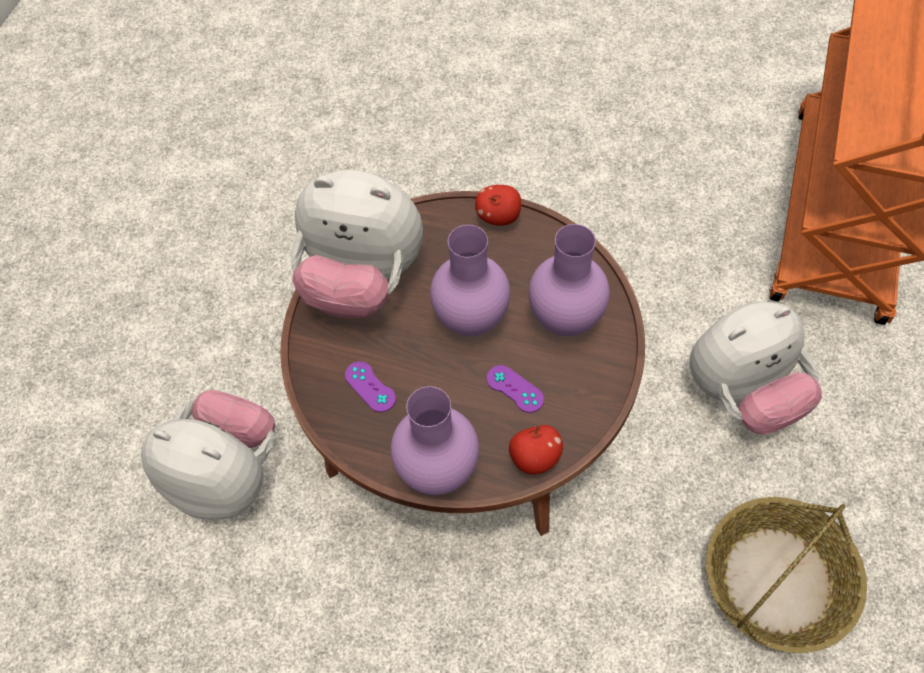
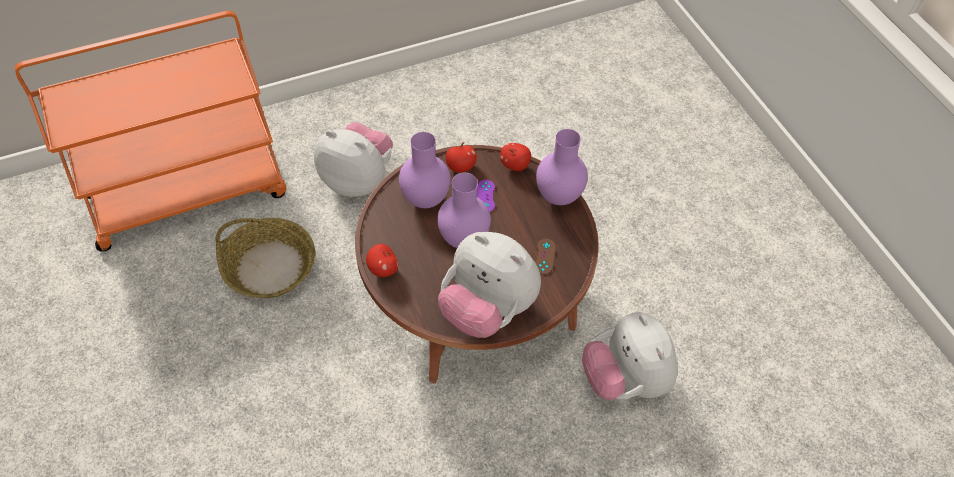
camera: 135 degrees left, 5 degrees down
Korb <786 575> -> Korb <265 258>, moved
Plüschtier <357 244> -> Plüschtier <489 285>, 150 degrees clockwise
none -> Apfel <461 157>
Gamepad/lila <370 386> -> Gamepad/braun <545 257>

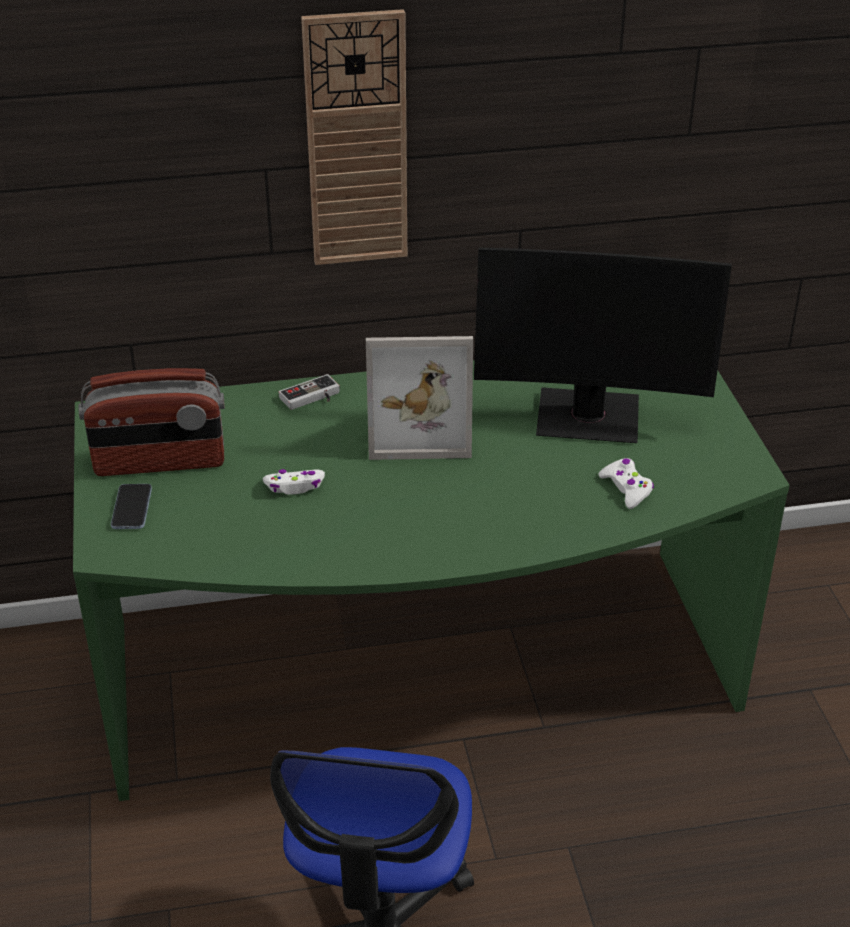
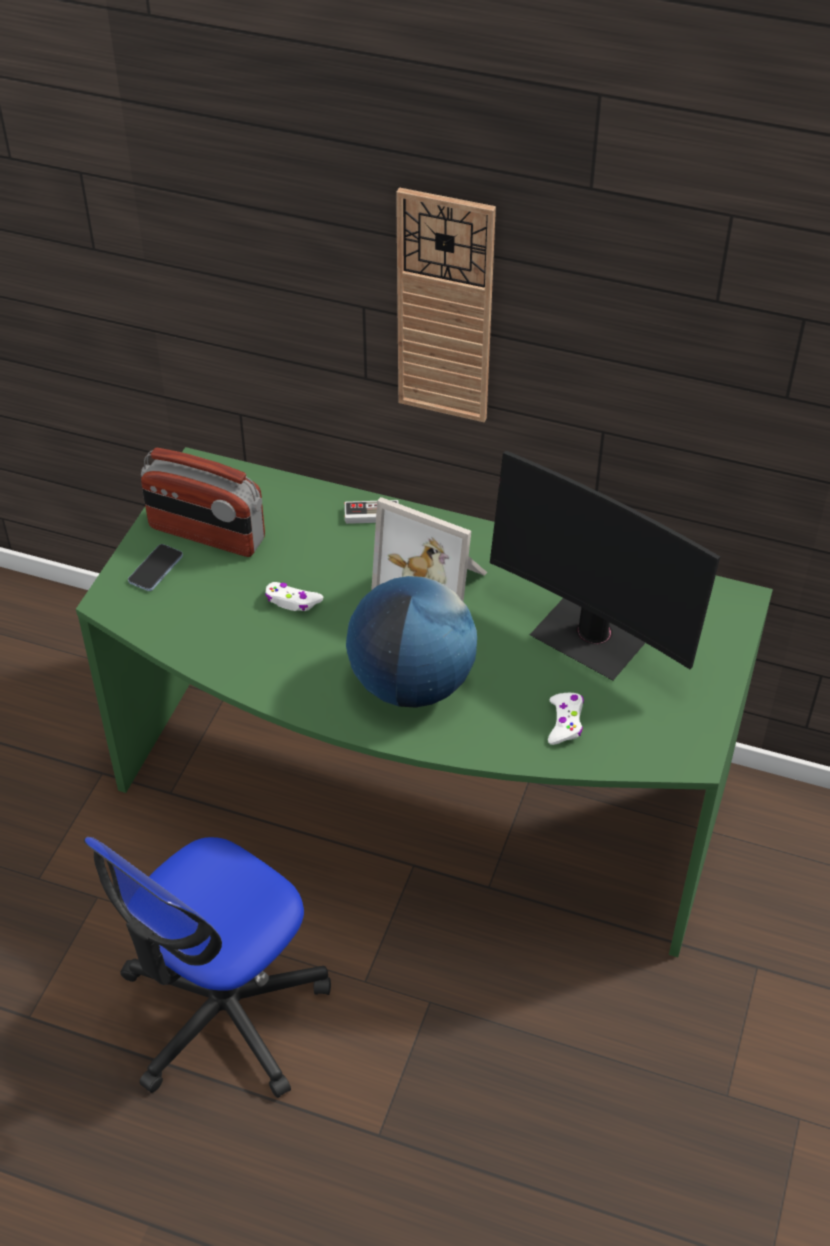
camera: 30 degrees right, 10 degrees up
none -> Globus <411 642>

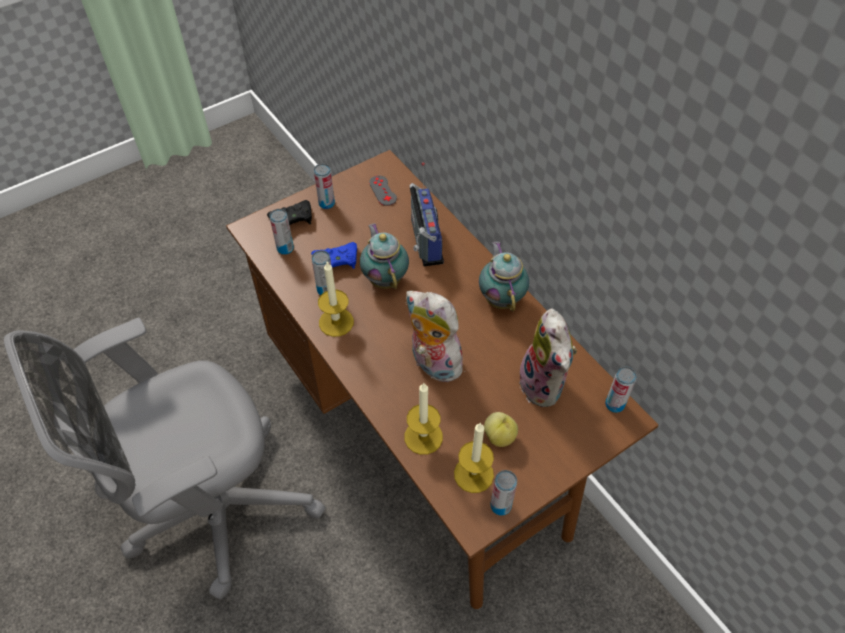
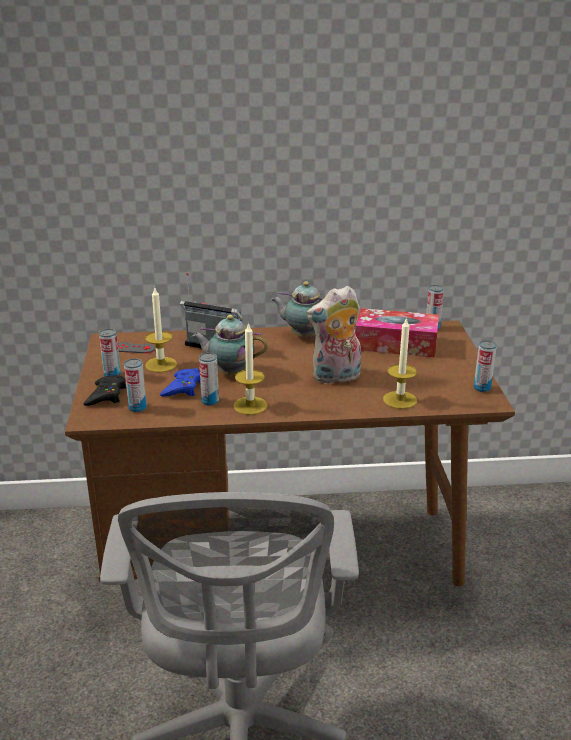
camera: 60 degrees left, 25 degrees down
Kerze <474 458> -> Kerze <161 330>, moved
Plüschtier <548 357> -> Taschentuchbox <397 332>
Apfel <501 429> -> none

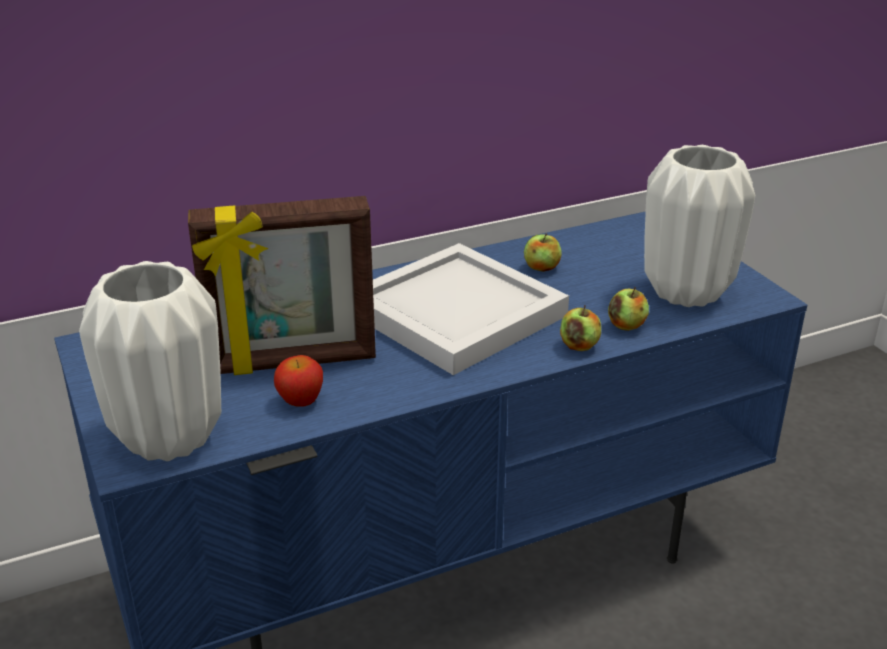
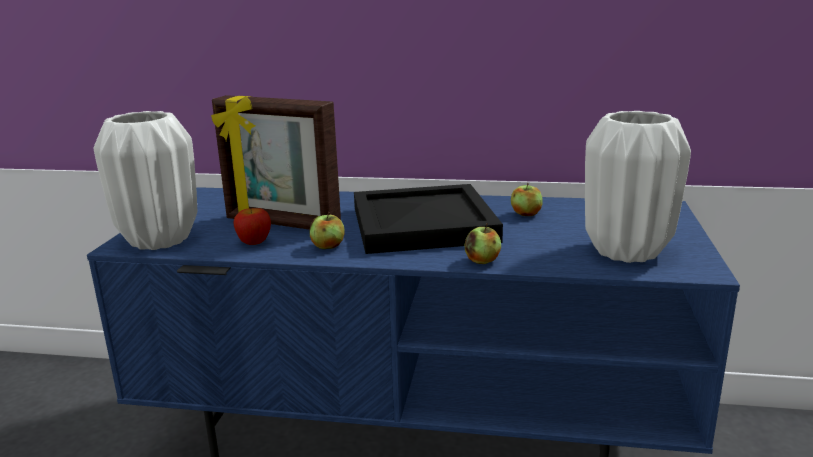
camera: 35 degrees right, 10 degrees down
Apfel <628 309> -> Apfel <327 230>, moved
Tablett/weiß <471 309> -> Tablett/schwarz <428 219>

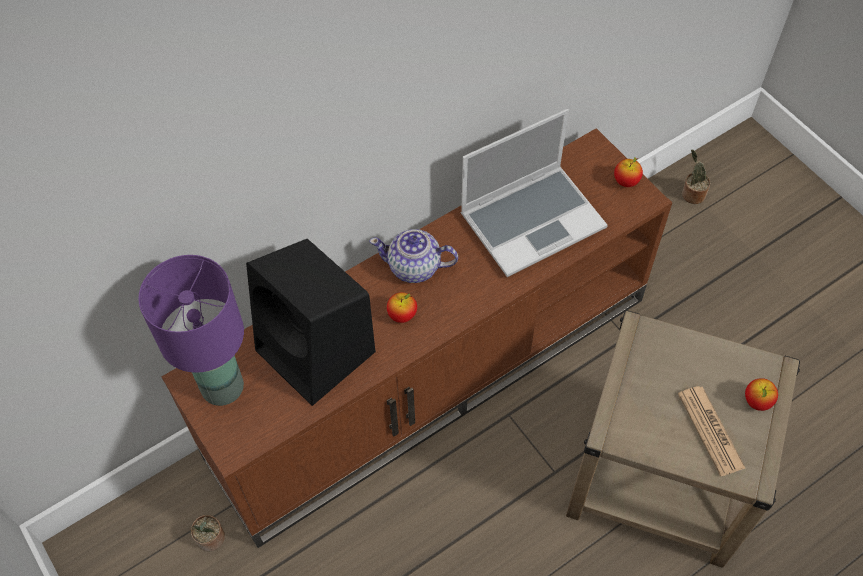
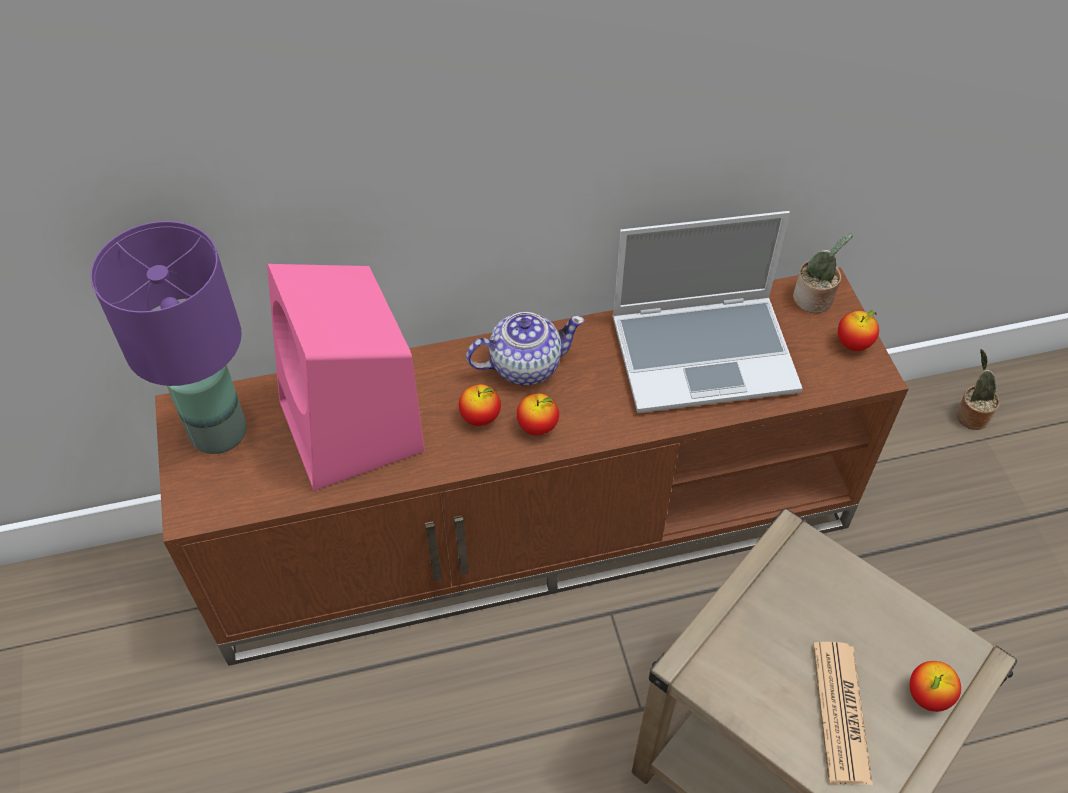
camera: 20 degrees right, 5 degrees down
Lautsprecher/schwarz <311 322> -> Lautsprecher/rosa <346 377>
Teekanne <413 256> -> Teekanne <525 348>, 135 degrees clockwise
none -> Apfel <538 414>
Topfpflanze <208 533> -> Topfpflanze <823 273>, moved

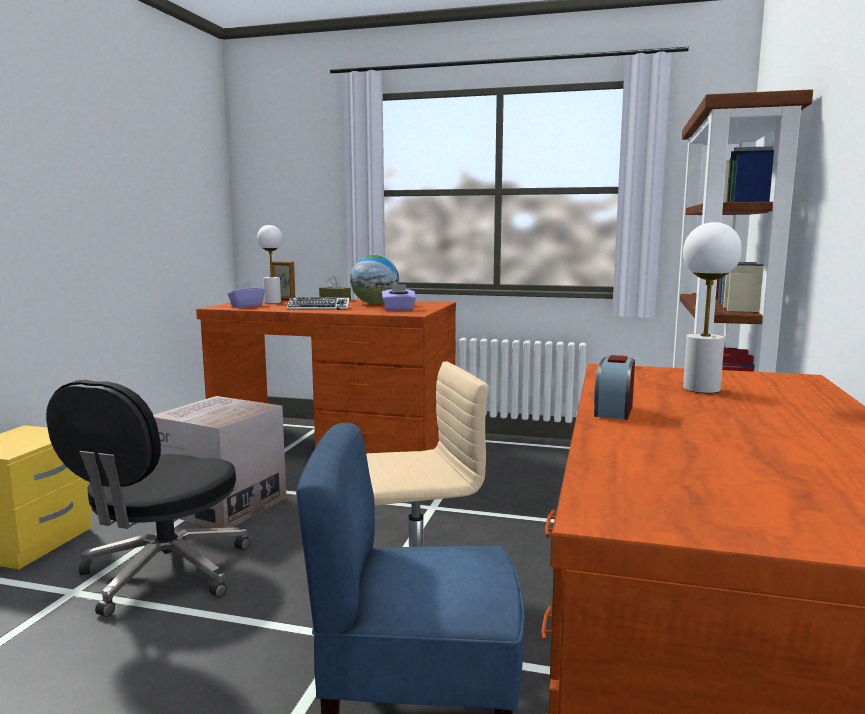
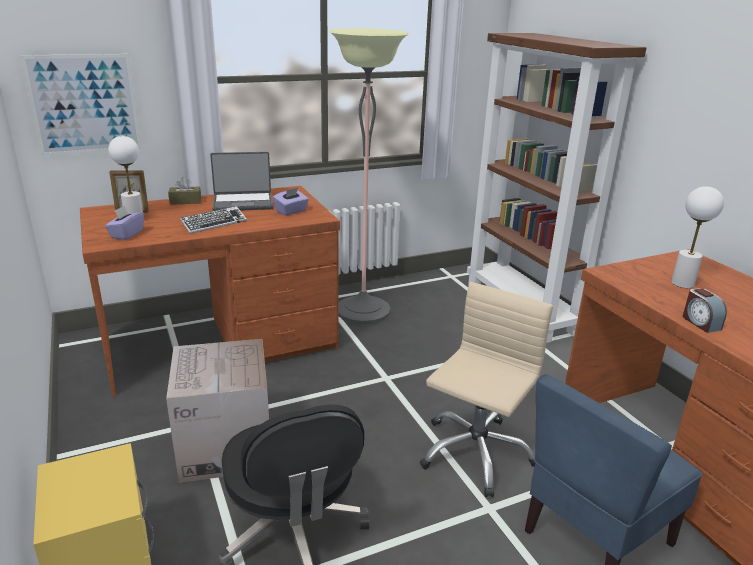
camera: 40 degrees left, 15 degrees up
none -> Bild <81 105>
Globus <374 279> -> Laptop <241 181>
none -> Stehlampe <369 176>

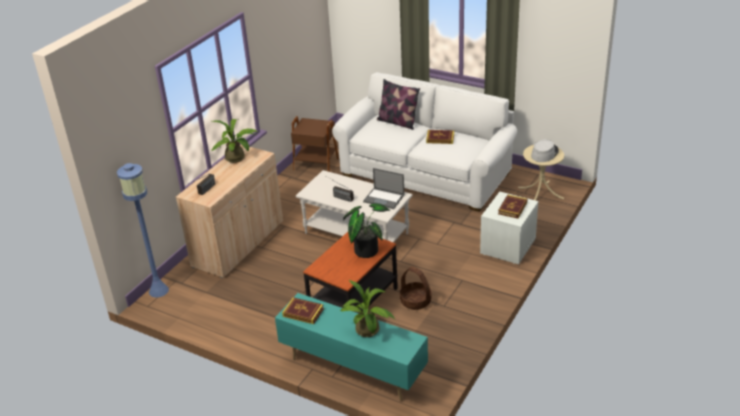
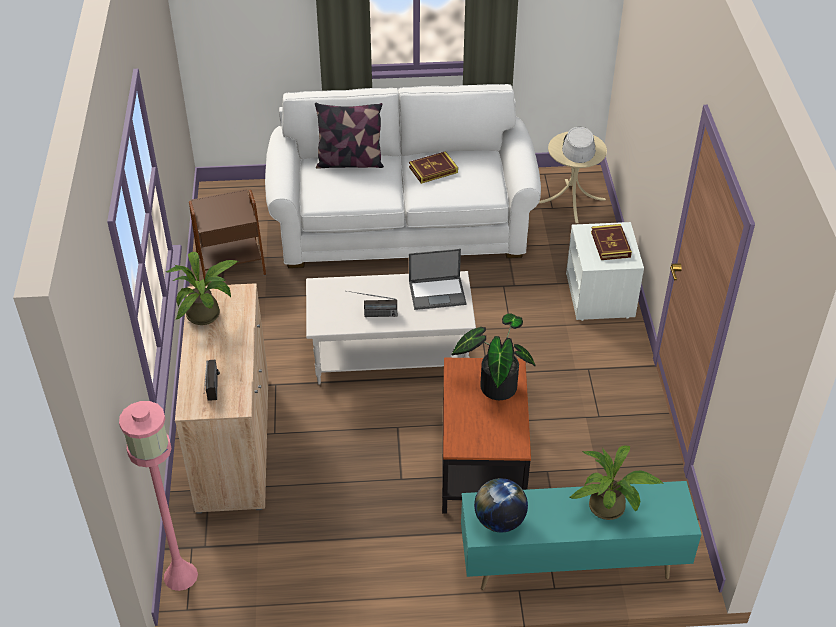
camera: 35 degrees left, 10 degrees up
Stehlampe/blau <143 230> -> Stehlampe/rosa <158 496>
Buch <303 310> -> Globus <501 505>
Korb <416 288> -> none

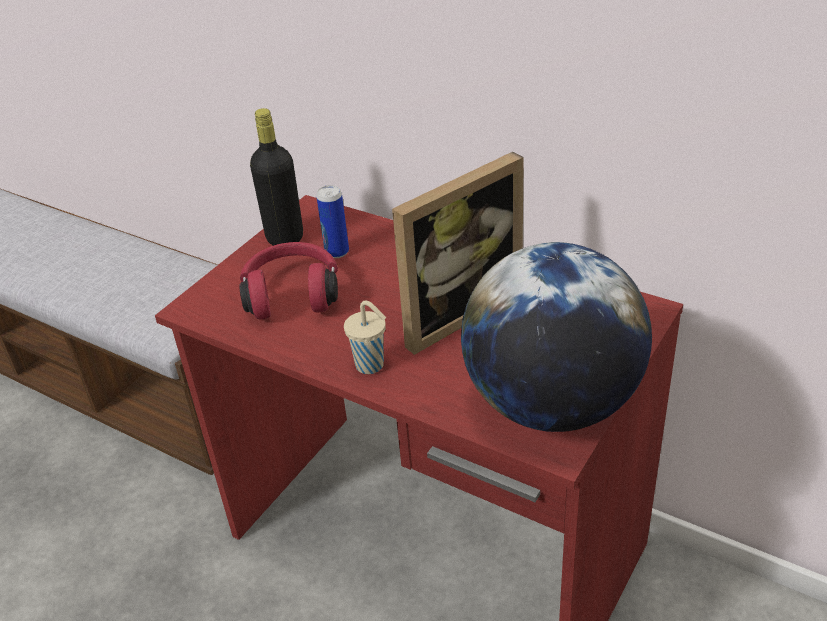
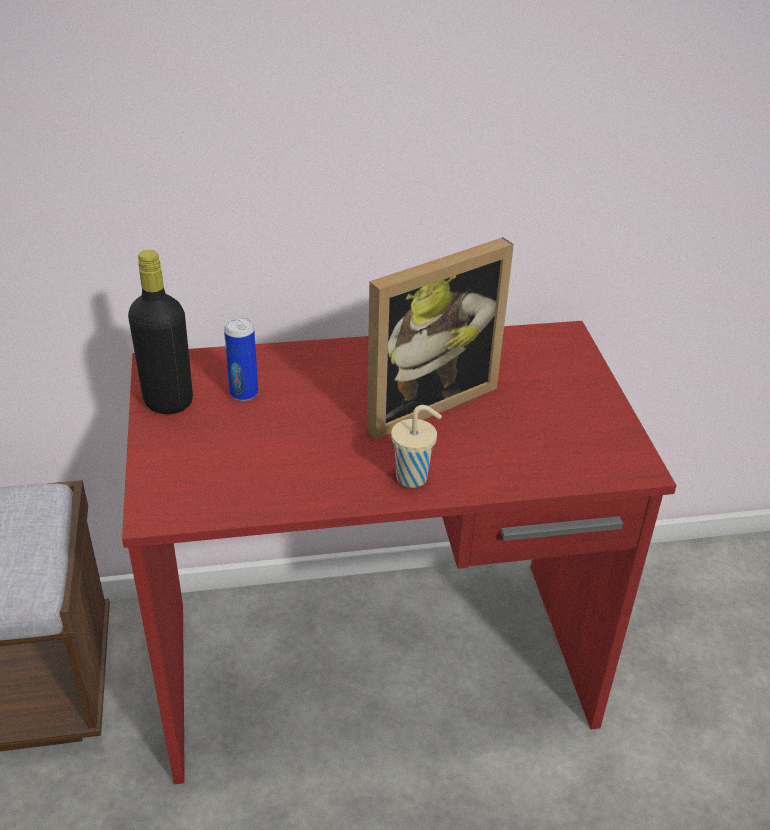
camera: 45 degrees left, 0 degrees up
Bilderrahmen <458 253> -> Bilderrahmen <440 338>, 45 degrees clockwise
Kopfhörer/rot <288 280> -> none
Globus <556 337> -> none

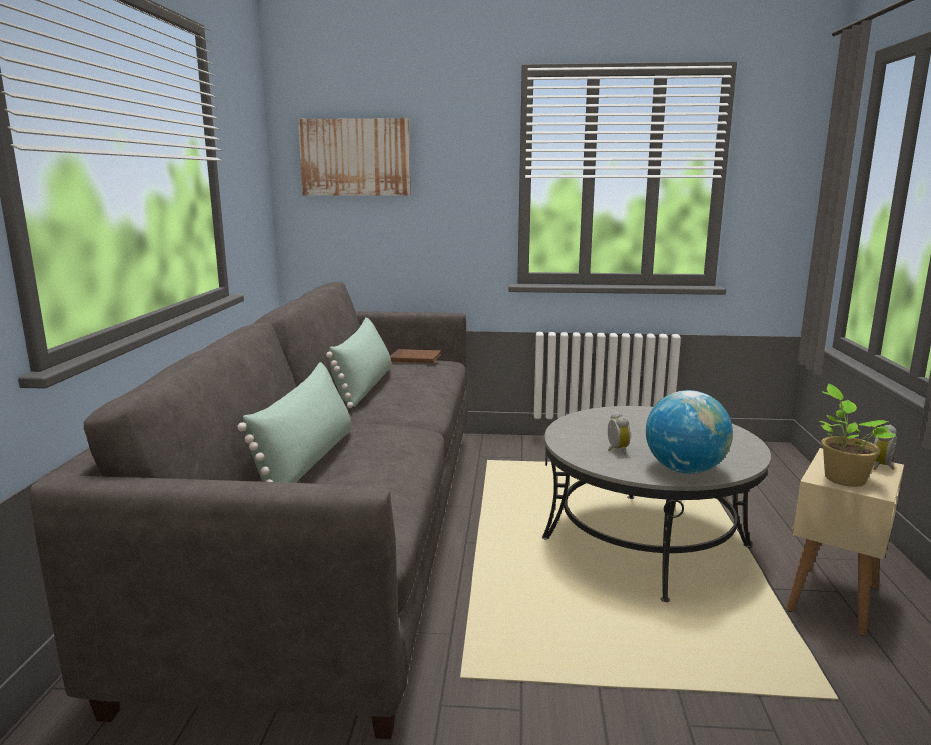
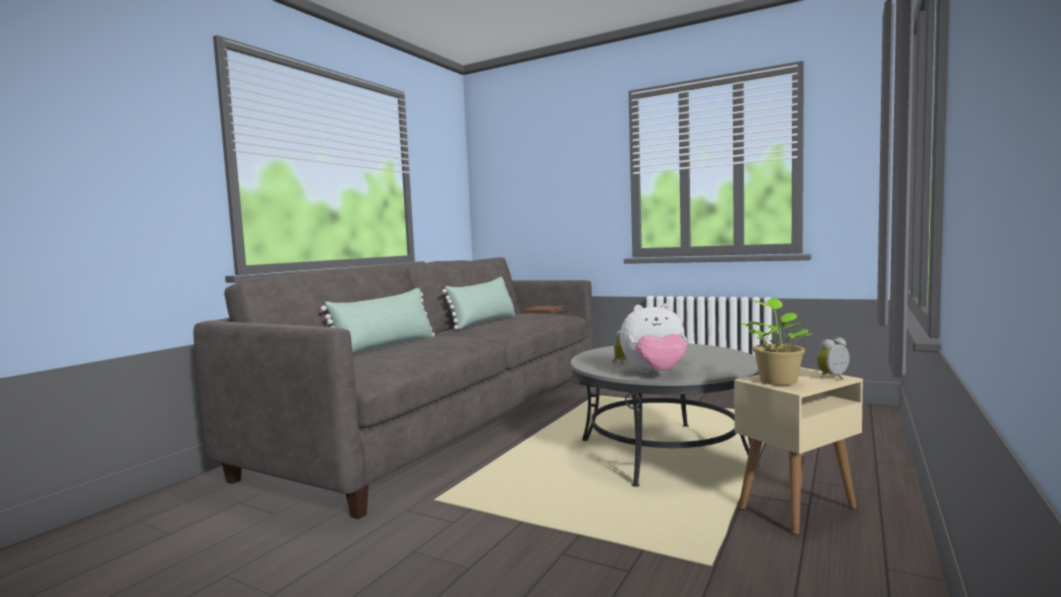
camera: 25 degrees right, 10 degrees down
Globus <689 432> -> Plüschtier <653 338>
Bild <354 157> -> none

